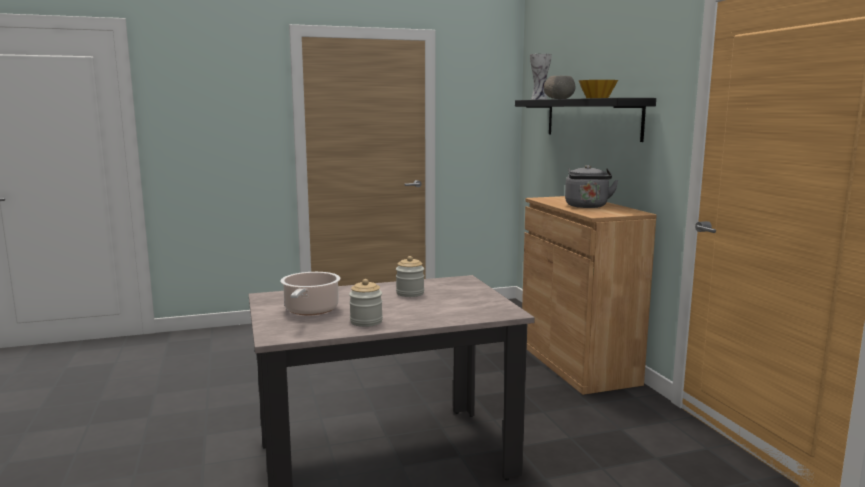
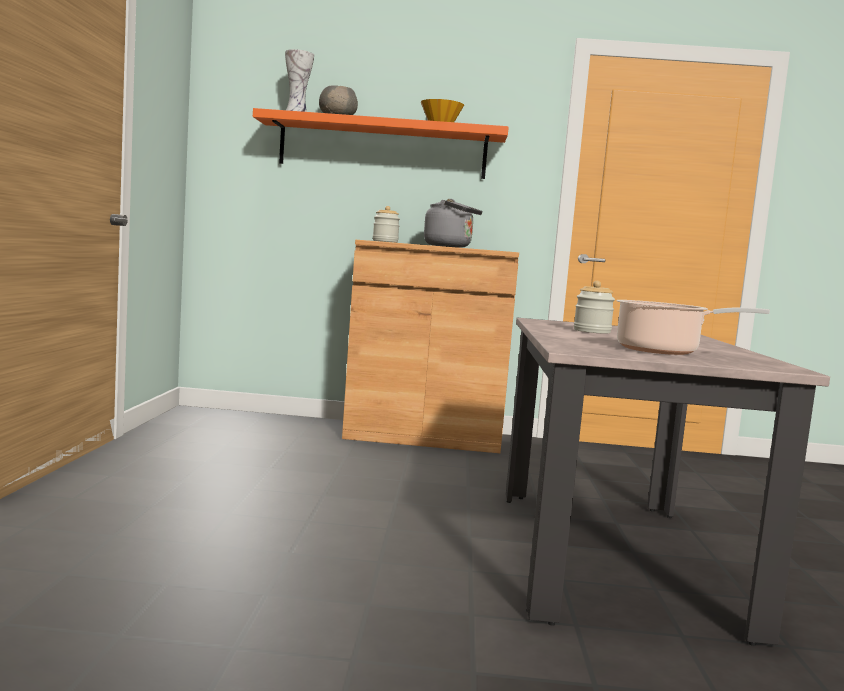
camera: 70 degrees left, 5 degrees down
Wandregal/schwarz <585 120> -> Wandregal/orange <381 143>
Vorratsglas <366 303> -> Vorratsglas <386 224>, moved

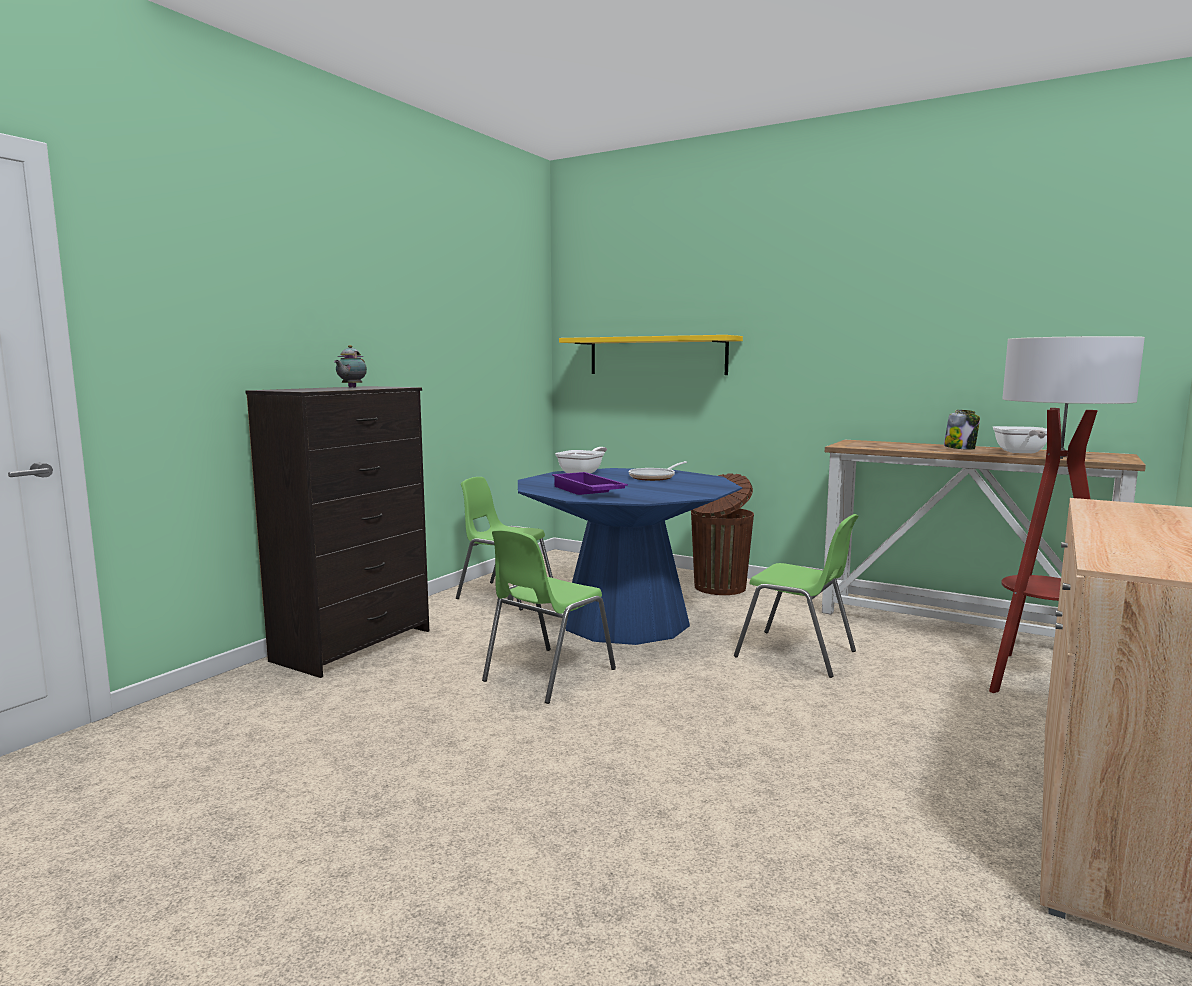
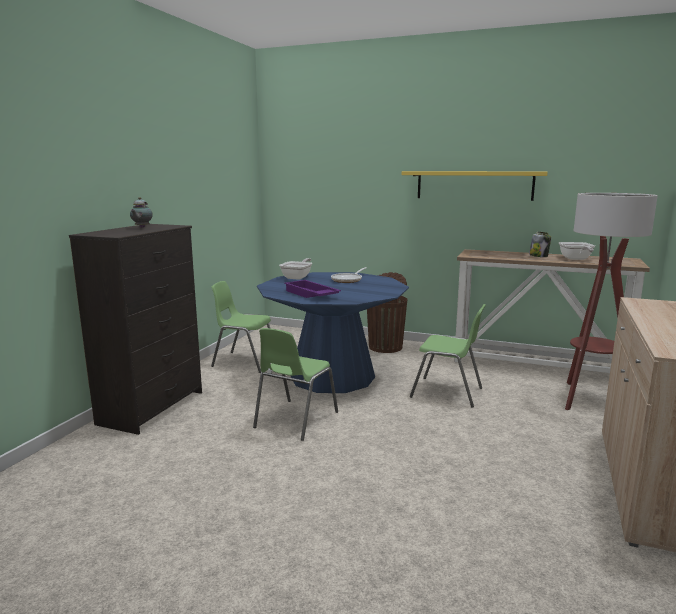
camera: 10 degrees left, 5 degrees up
Wandregal/gelb <651 355> -> Wandregal/gelb <474 186>, moved

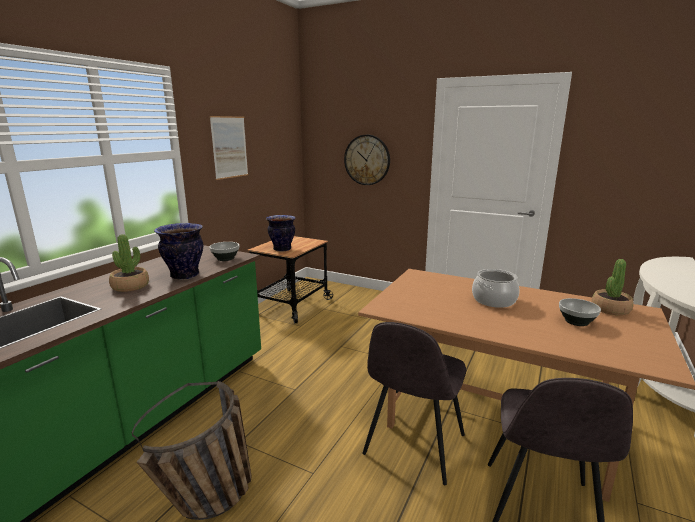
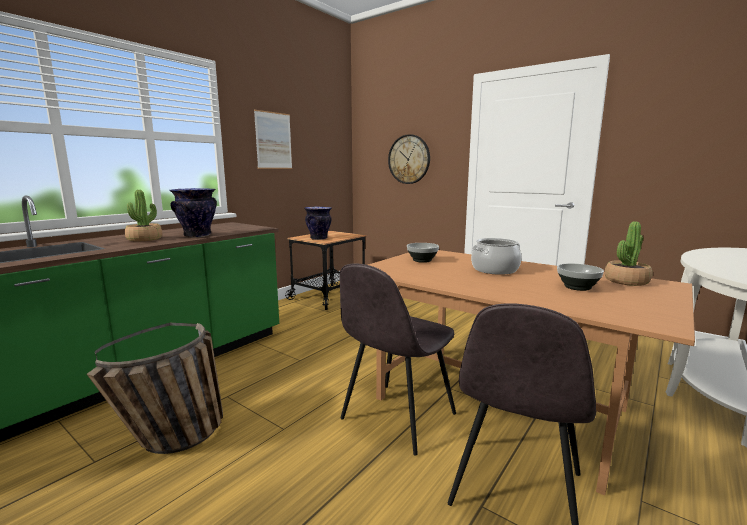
camera: 10 degrees right, 5 degrees down
Schüssel <224 251> -> Schüssel <423 253>, moved

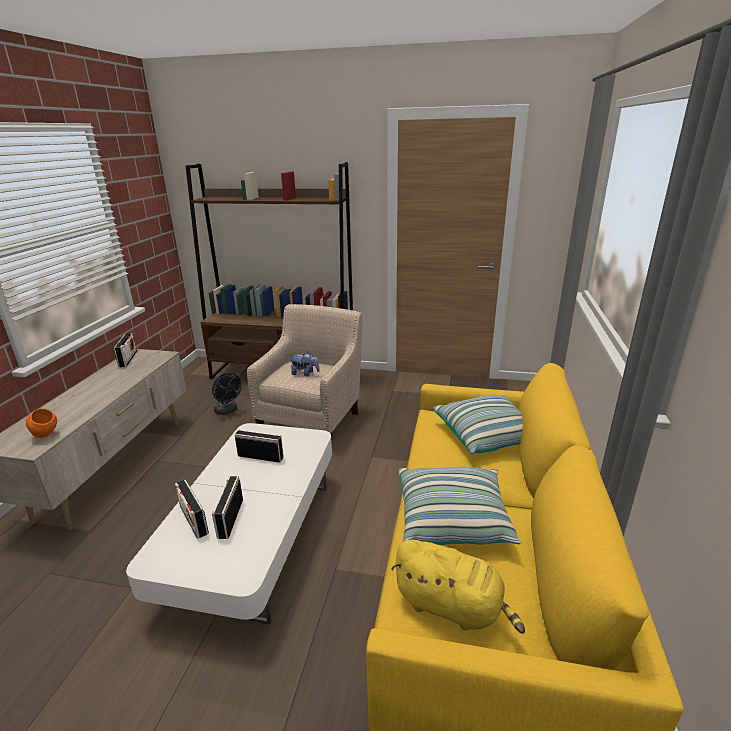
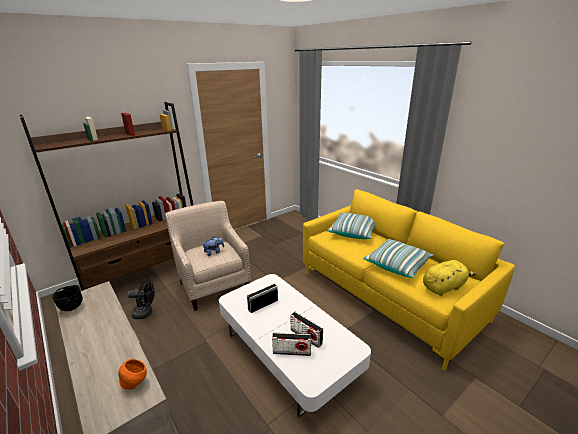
camera: 50 degrees left, 0 degrees up
Radio <125 350> -> Schüssel/schwarz <67 298>

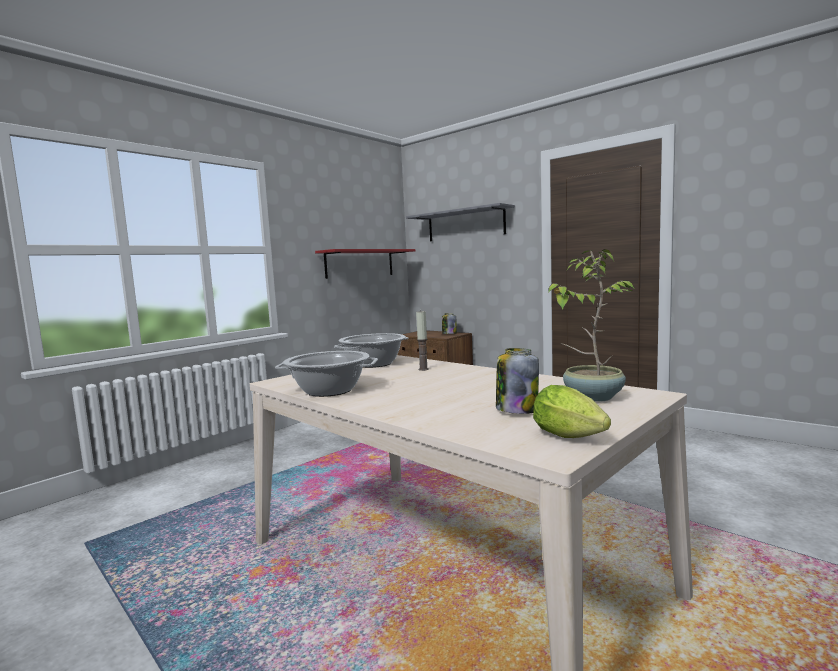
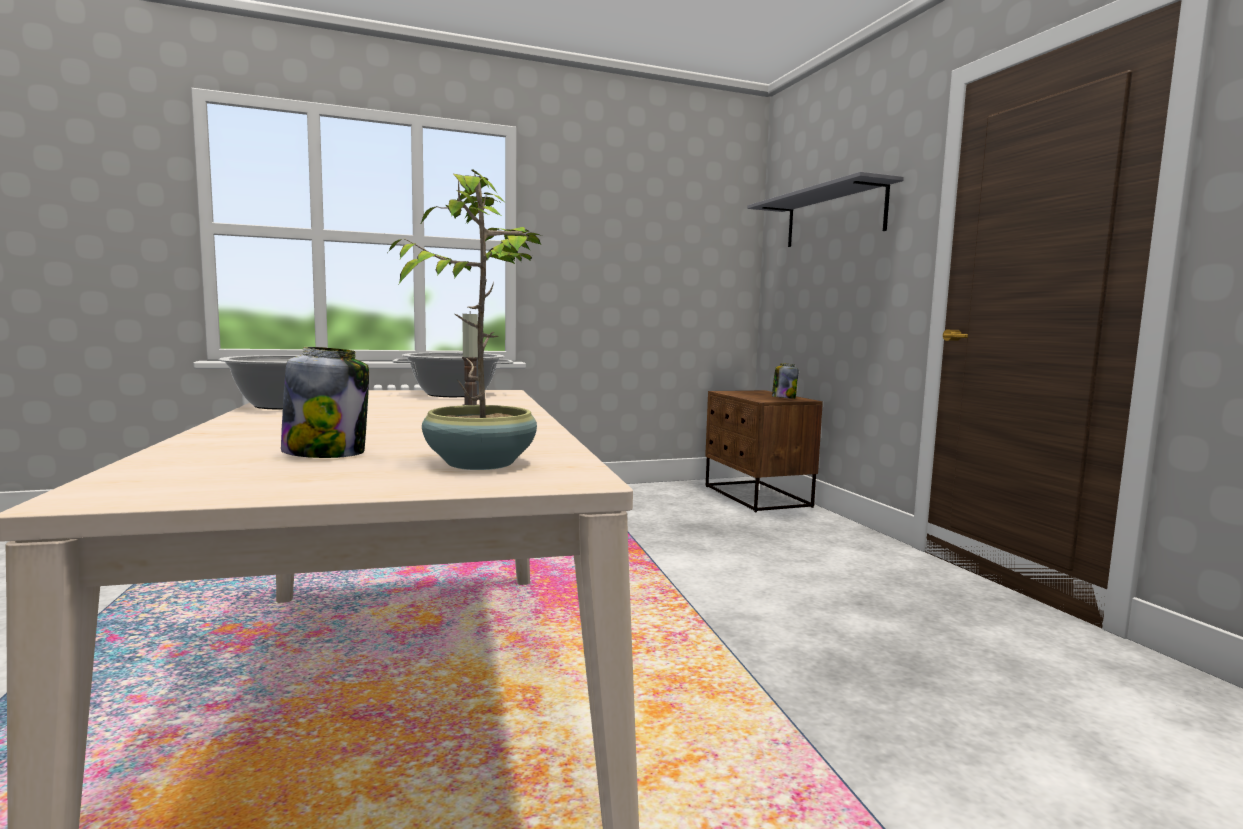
camera: 30 degrees right, 0 degrees up
Wandregal/rot <365 264> -> none
Salatkopf <572 411> -> none

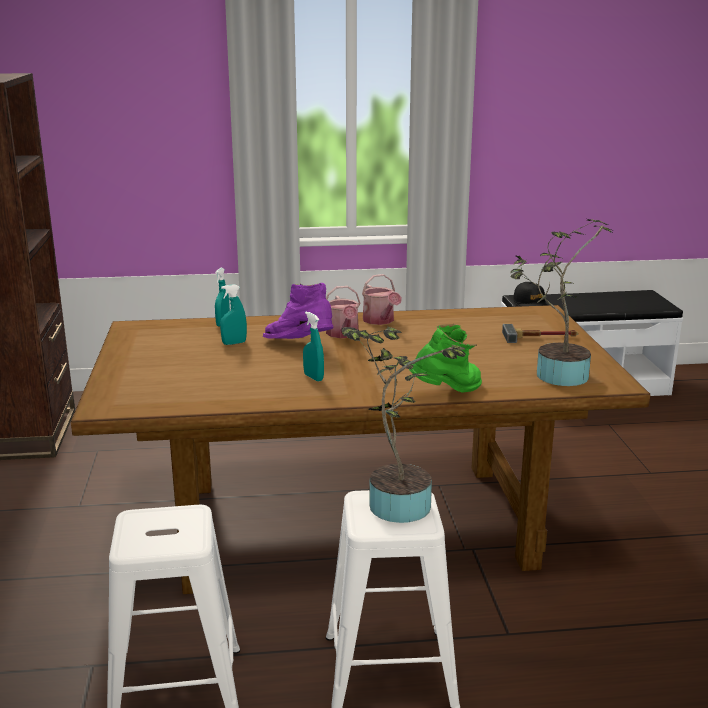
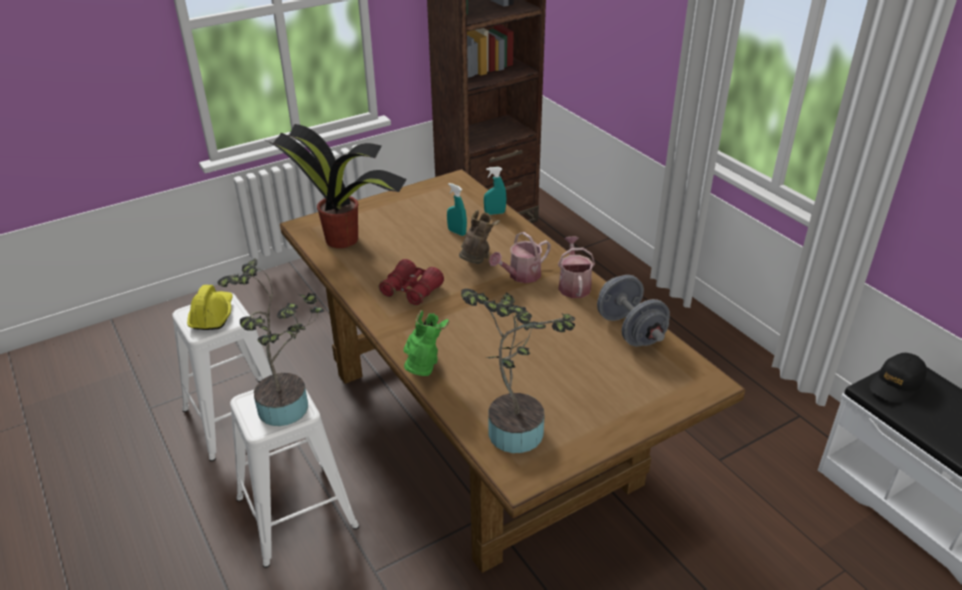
camera: 65 degrees right, 15 degrees up
none -> Schutzhelm/gelb <210 307>
none -> Topfpflanze <337 186>
Sprühflasche/türkis <313 346> -> Fernglas/rot <411 282>
Stiefel/grün <445 358> -> Stiefel/grün <426 343>, 120 degrees counterclockwise
Stiefel/lila <298 311> -> Stiefel/braun <479 237>
Gießkanne <382 299> -> Gießkanne <576 267>, 135 degrees clockwise
none -> Hantel/grau <633 311>
Hammer <540 333> -> none

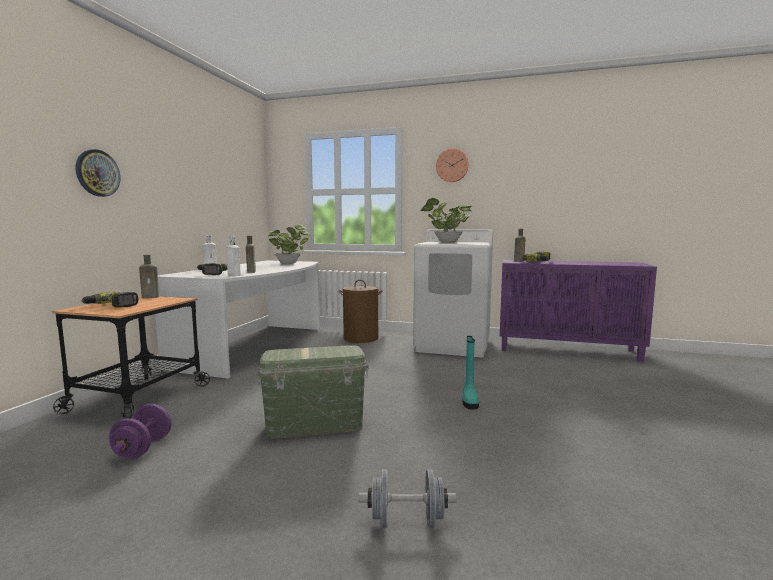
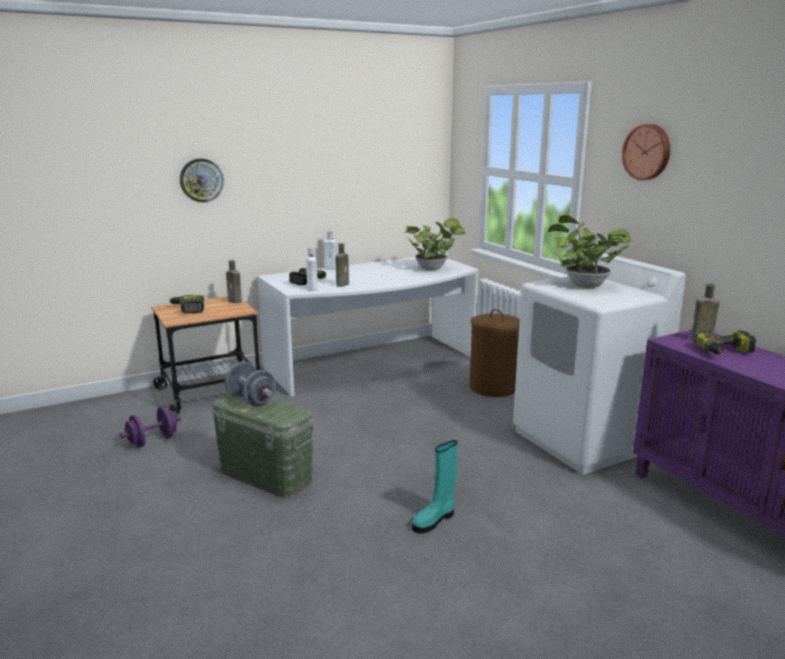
camera: 45 degrees right, 10 degrees up
Hantel/grau <408 498> -> Hantel/grau <250 384>, moved

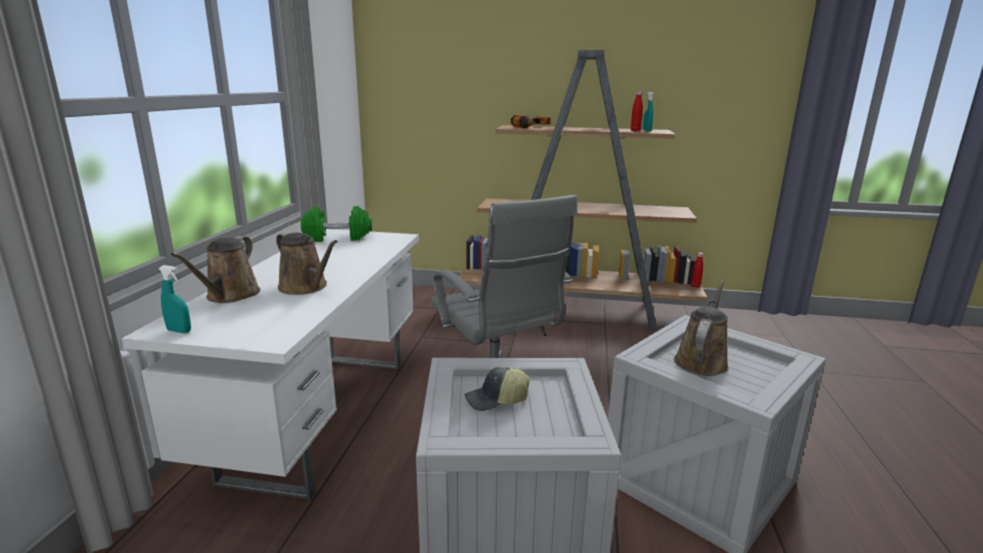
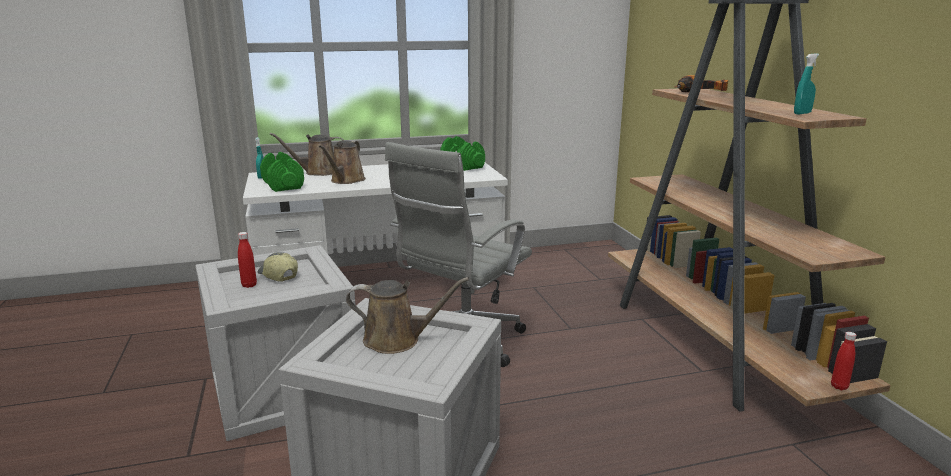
camera: 65 degrees right, 0 degrees up
Flasche/rot <637 111> -> Flasche/rot <247 260>, moved
none -> Hantel/grün <282 172>

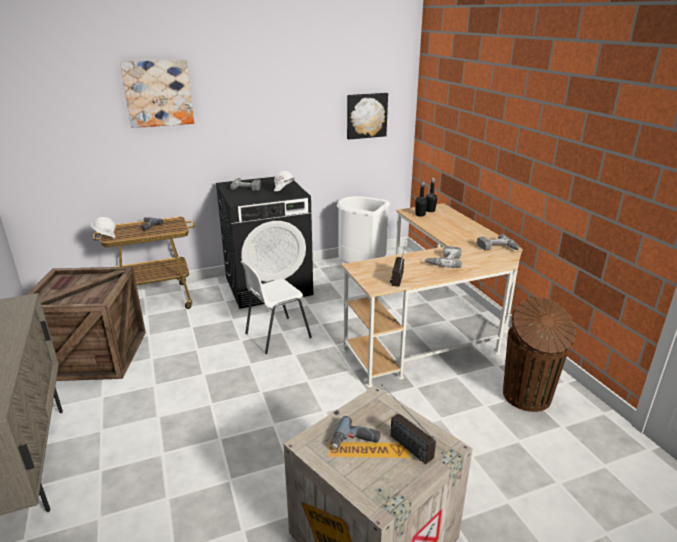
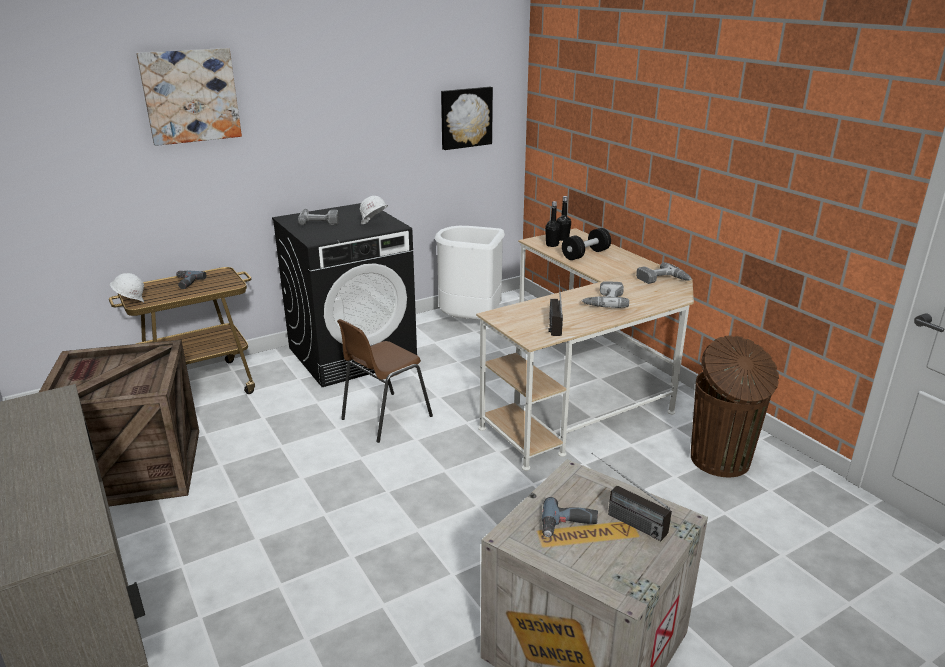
camera: 10 degrees left, 0 degrees up
Stuhl/weiß <276 307> -> Stuhl/braun <385 381>
none -> Hantel/schwarz <586 244>

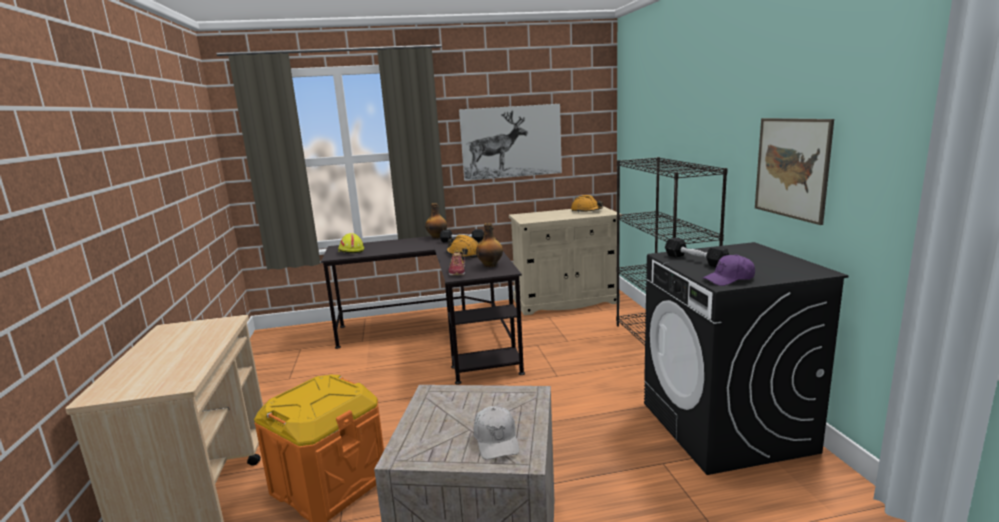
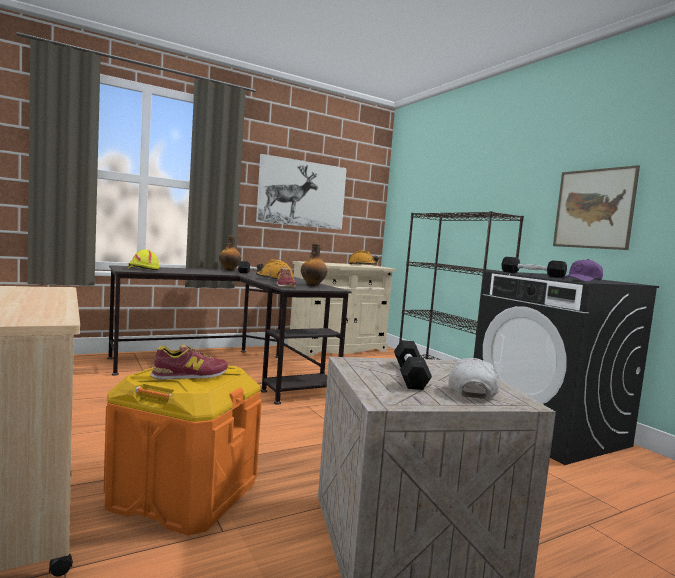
camera: 20 degrees left, 10 degrees down
none -> Schuh <189 362>
none -> Hantel/schwarz <413 365>
Kappe/weiß <496 433> -> Kappe/weiß <474 378>, 135 degrees counterclockwise

